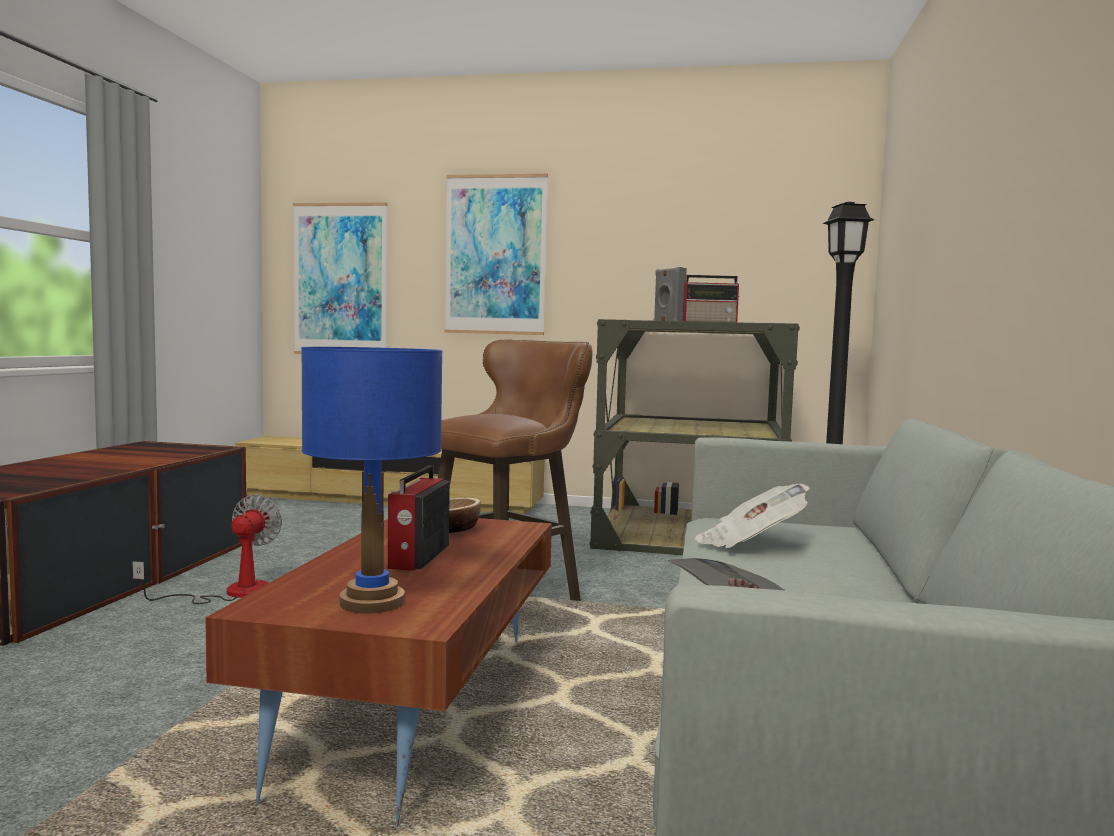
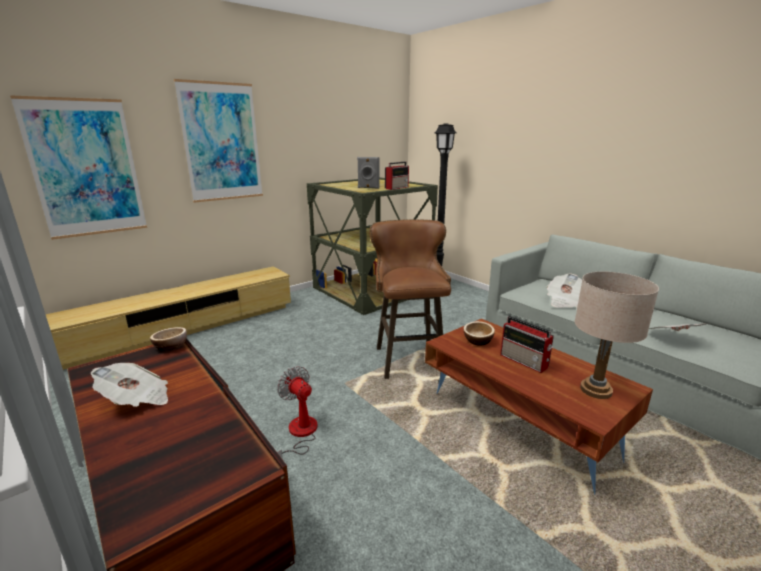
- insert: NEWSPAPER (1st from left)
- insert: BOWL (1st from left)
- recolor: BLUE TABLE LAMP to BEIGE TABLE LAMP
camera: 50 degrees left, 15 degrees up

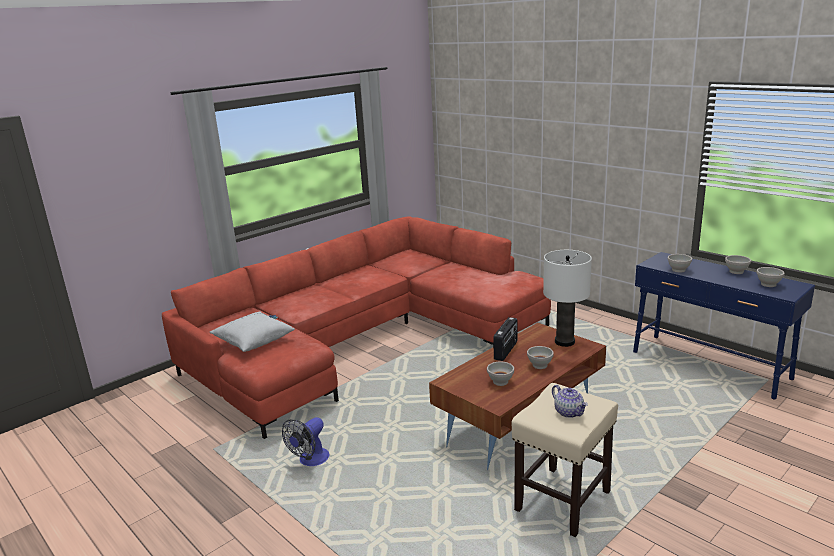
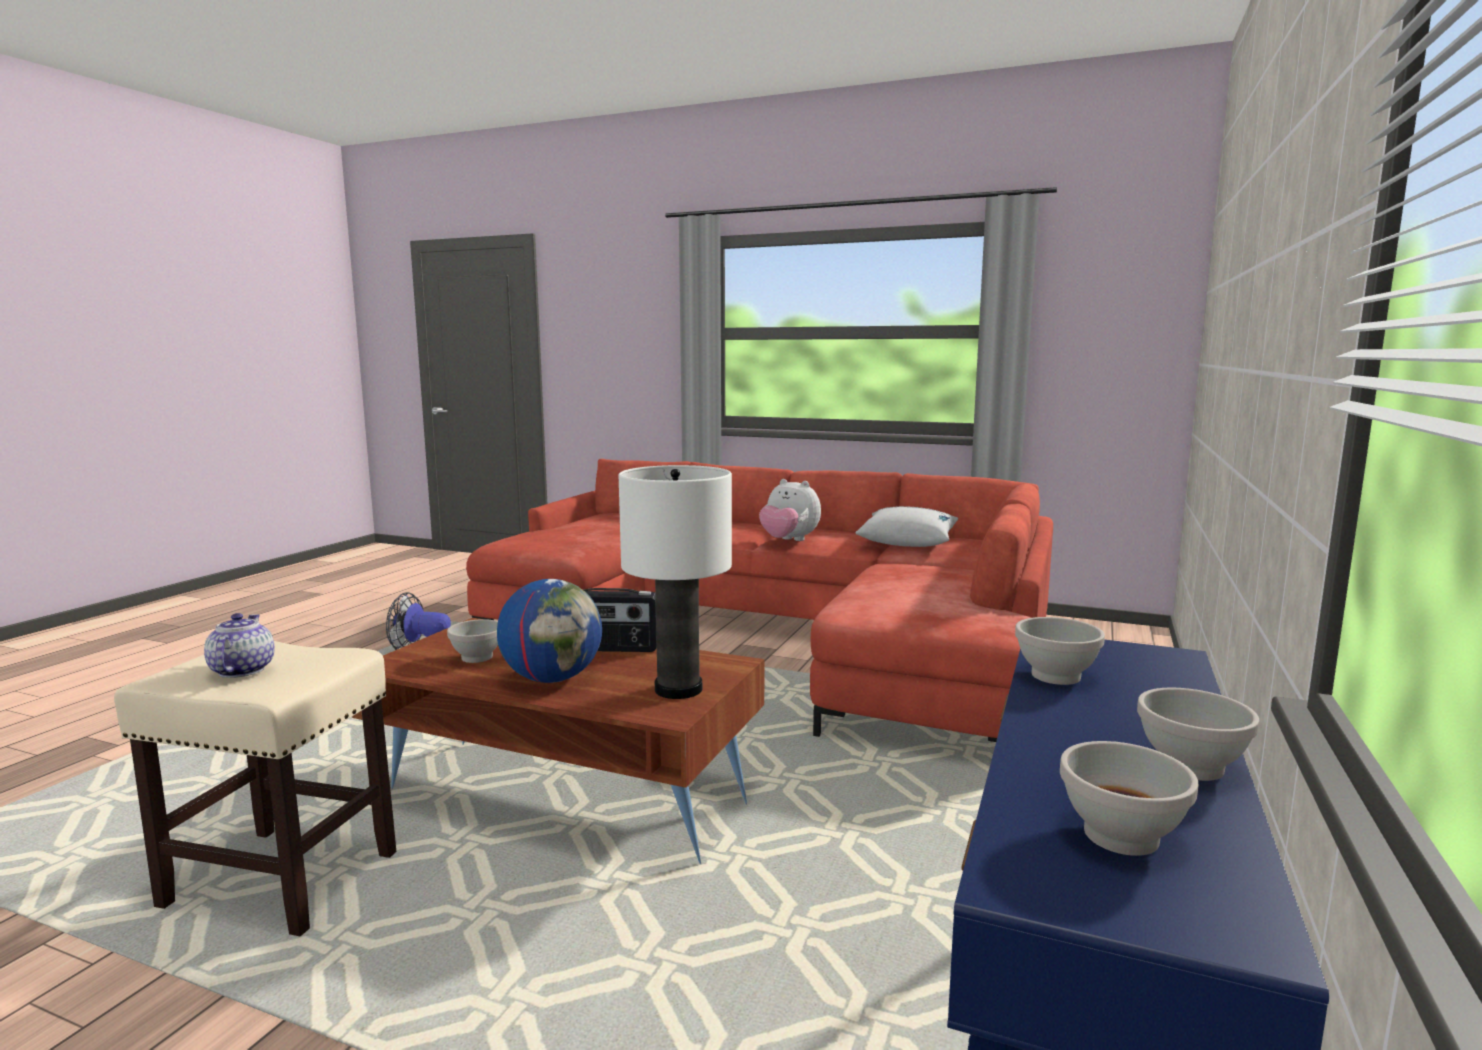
- insert: PLUSH TOY
- move: GREY PILLOW
- replace: WHITE BOWL (2nd from left) to GLOBE
- rotate: TEAPOT 135 degrees clockwise
camera: 65 degrees right, 10 degrees down

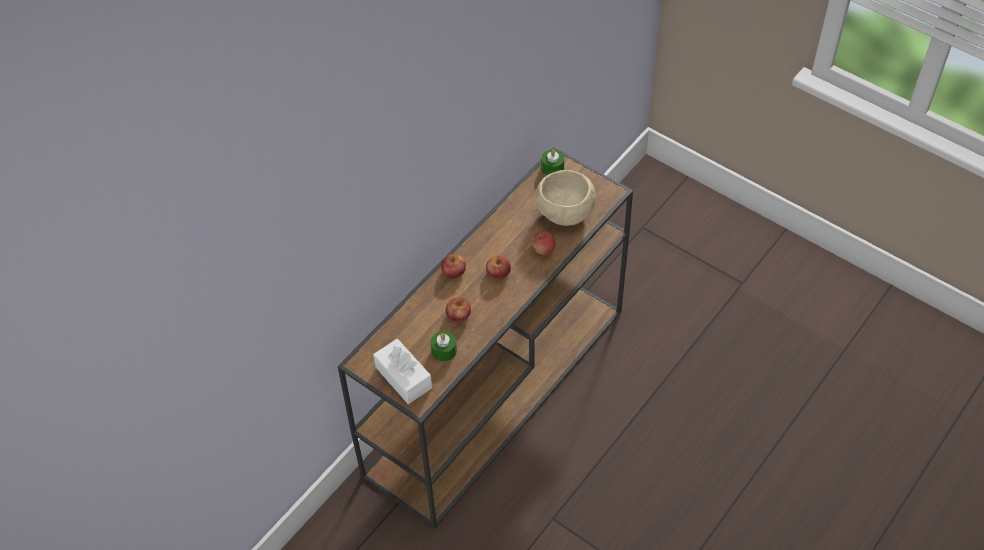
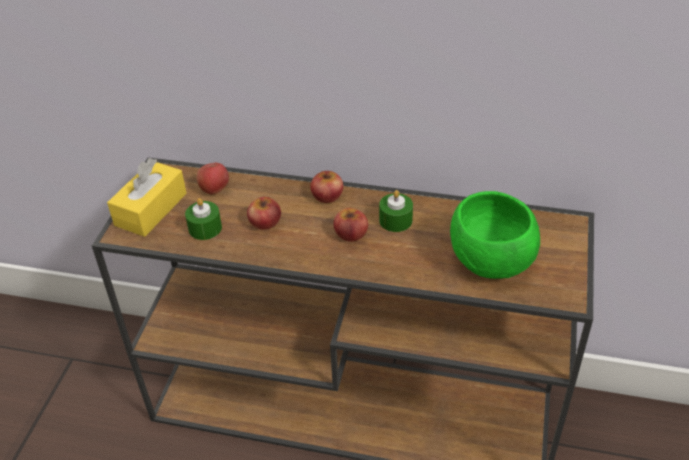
- move: APPLE (4th from left in the first image) to APPLE (1st from left)
- move: GREEN CANDLE (2nd from left)
- recolor: WHITE TISSUE BOX to YELLOW TISSUE BOX
- recolor: BEIGE BOWL to GREEN BOWL
camera: 65 degrees right, 10 degrees down

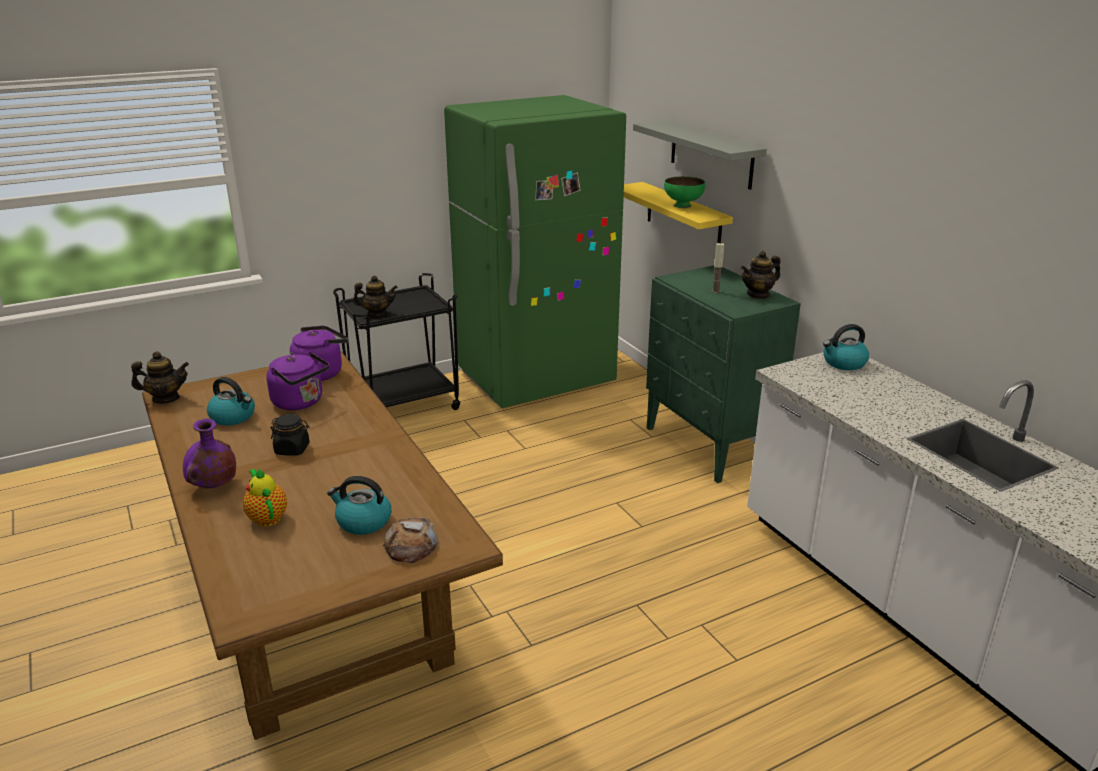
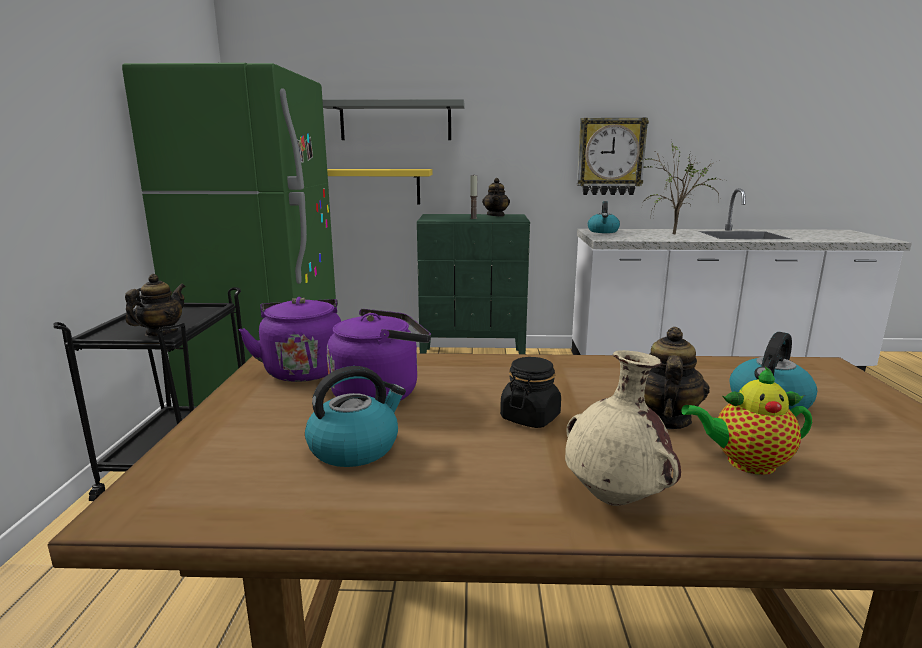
- delete: BREAD
- delete: GREEN BOWL
- insert: WALL CLOCK
- insert: POTTED PLANT
- move: TEAPOT (1st from left in the first image) to TEAPOT (3rd from left)
- recolor: PURPLE VASE to BEIGE VASE
camera: 60 degrees left, 10 degrees down

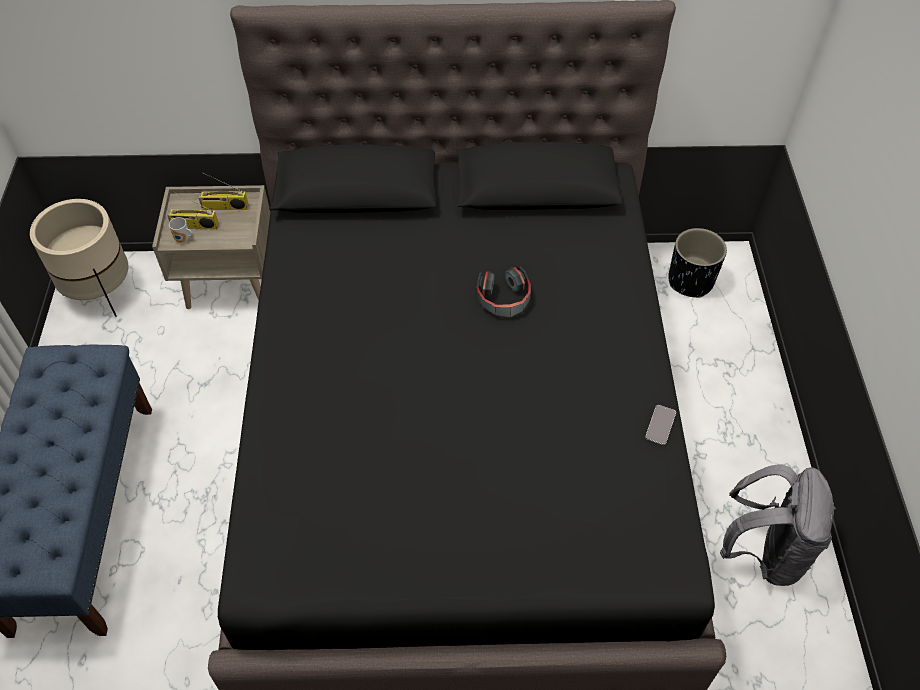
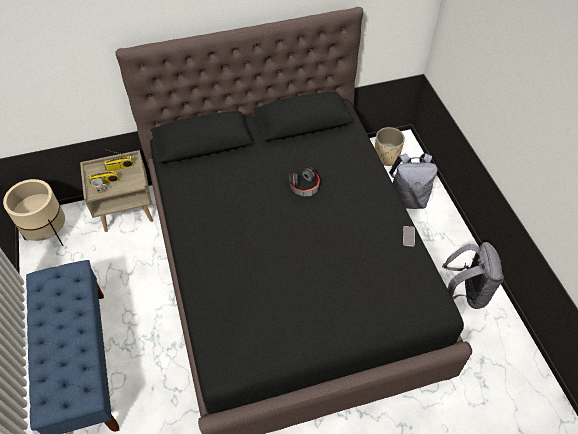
- insert: GREY BACKPACK (1st from left)
- recolor: BLACK PLANTER to BEIGE PLANTER (2nd from left)
camera: 15 degrees left, 0 degrees up

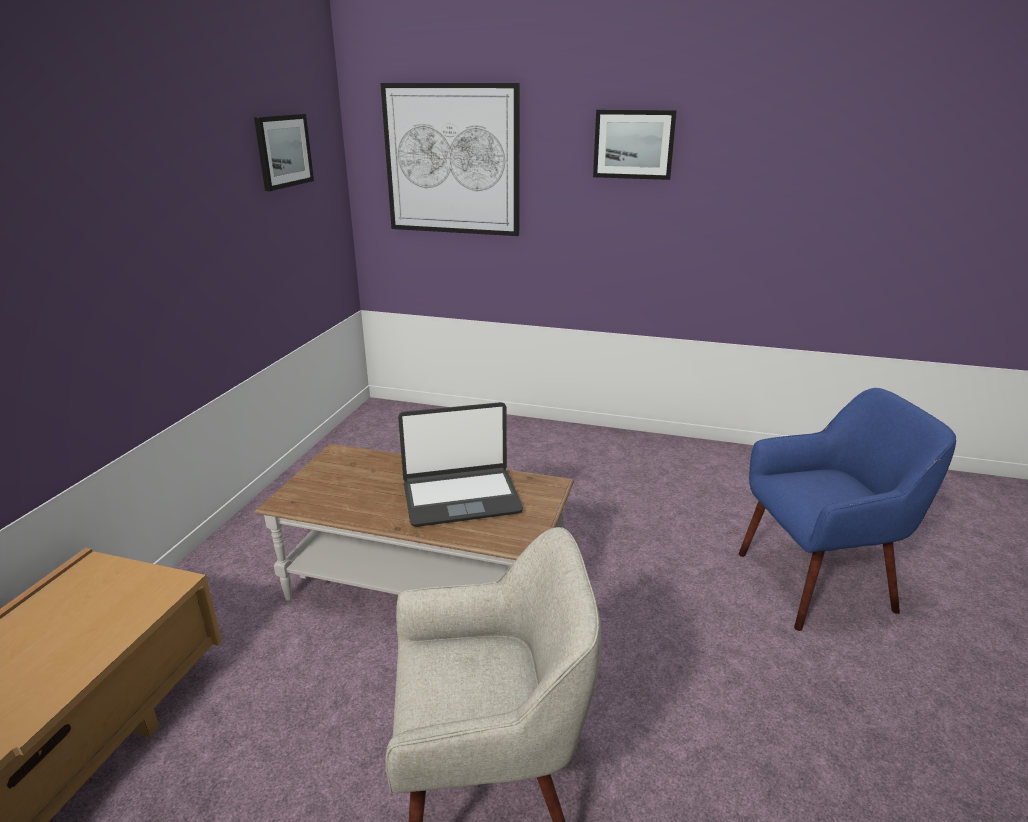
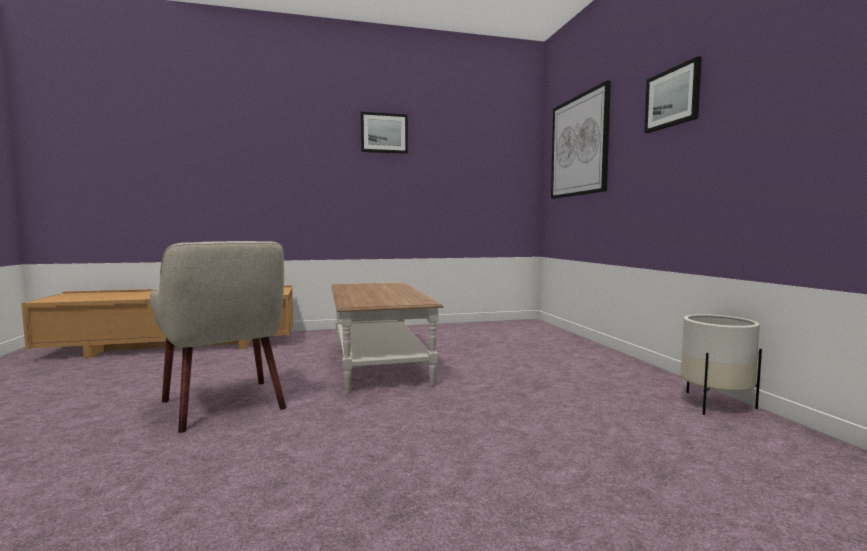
- delete: LAPTOP
- delete: BLUE ARMCHAIR
- insert: WHITE PLANTER
- move: PICTURE (1st from left)
camera: 60 degrees right, 20 degrees down

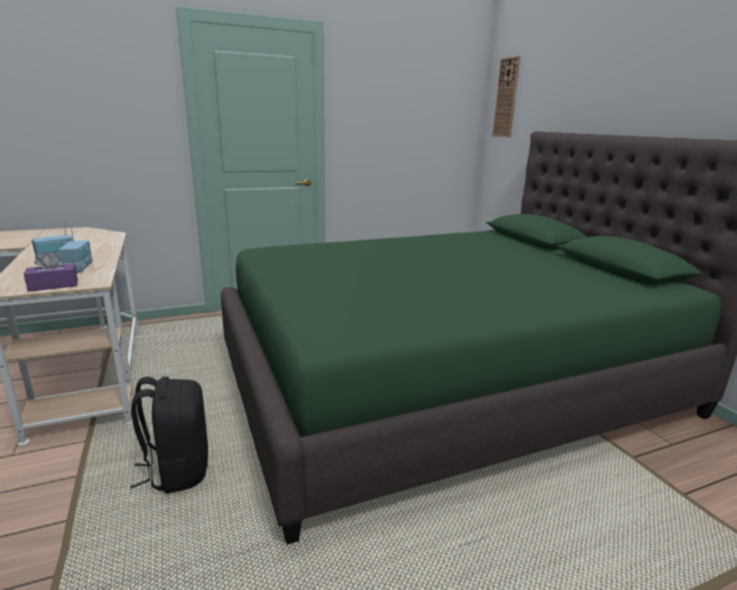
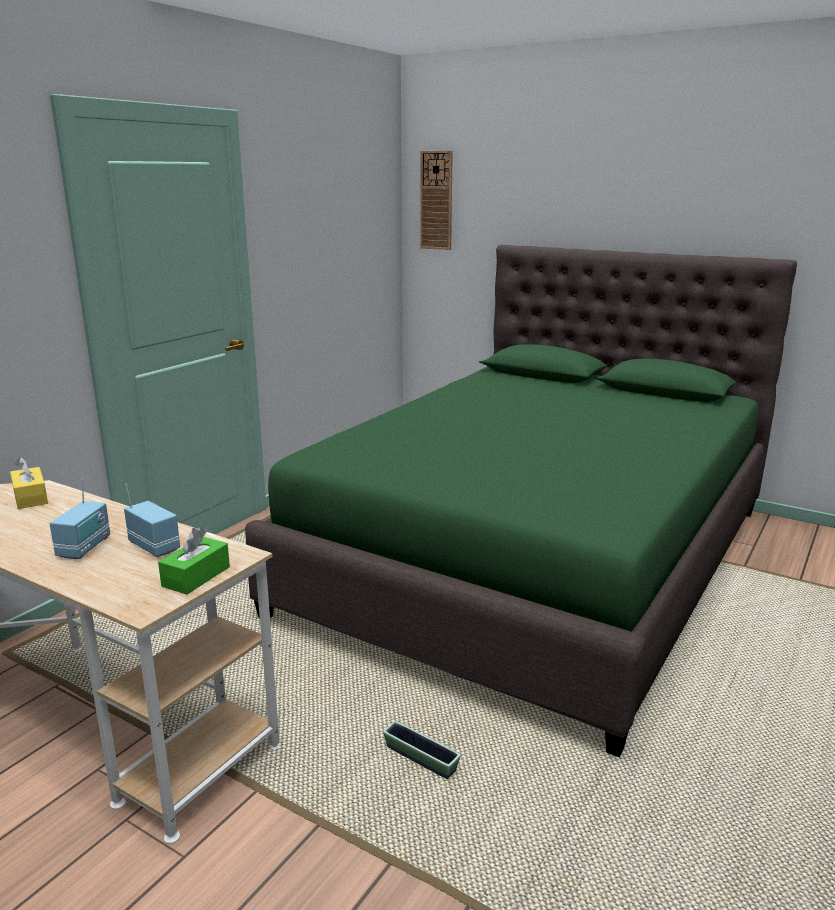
- insert: YELLOW TISSUE BOX
- replace: BLACK BACKPACK to PLANTER
- recolor: PURPLE TISSUE BOX to GREEN TISSUE BOX
camera: 35 degrees left, 0 degrees up

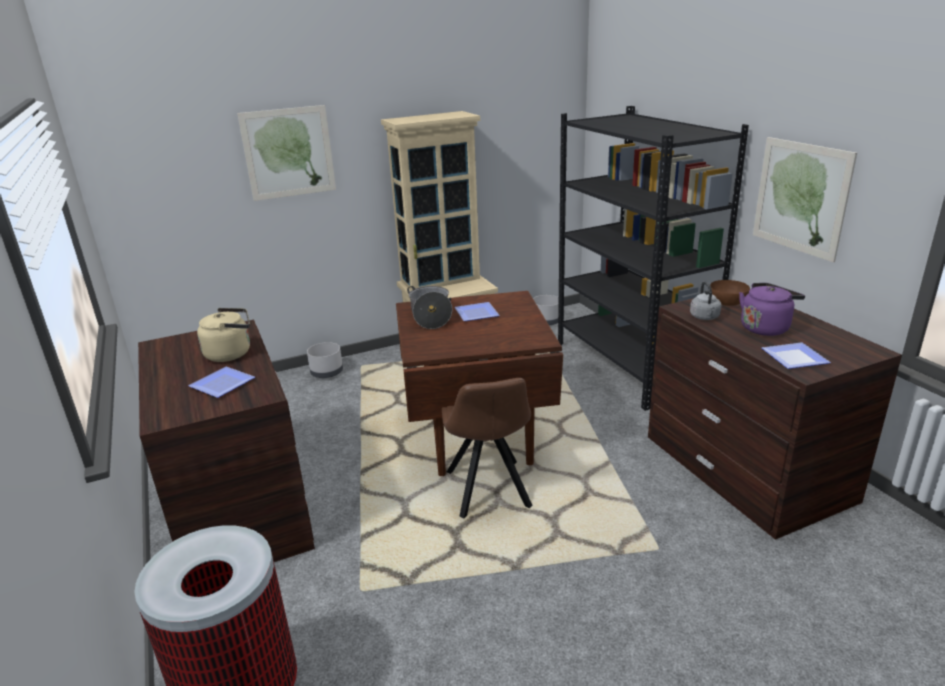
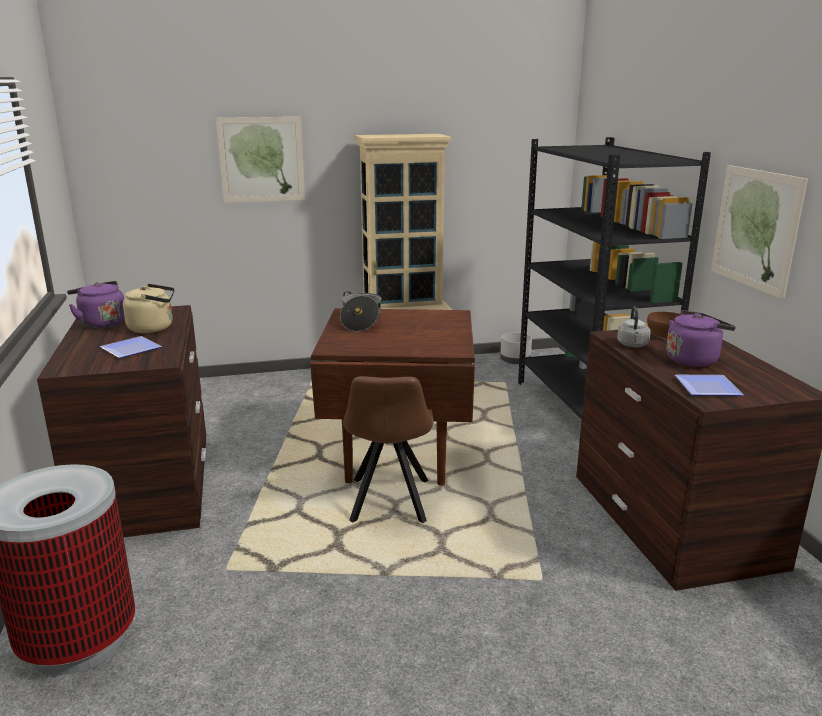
- delete: GREY PLANTER (1st from left)
- delete: PLATE (2nd from left)
- insert: PURPLE KETTLE (1st from left)
camera: 10 degrees right, 5 degrees down

